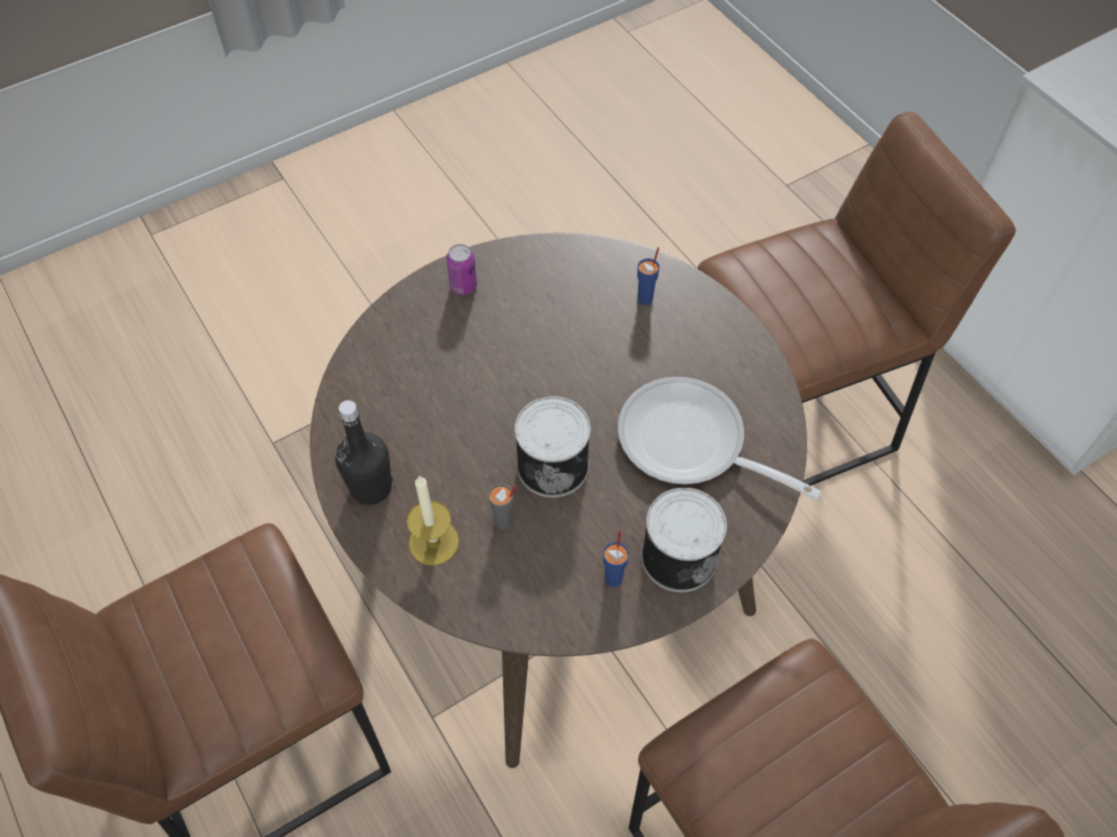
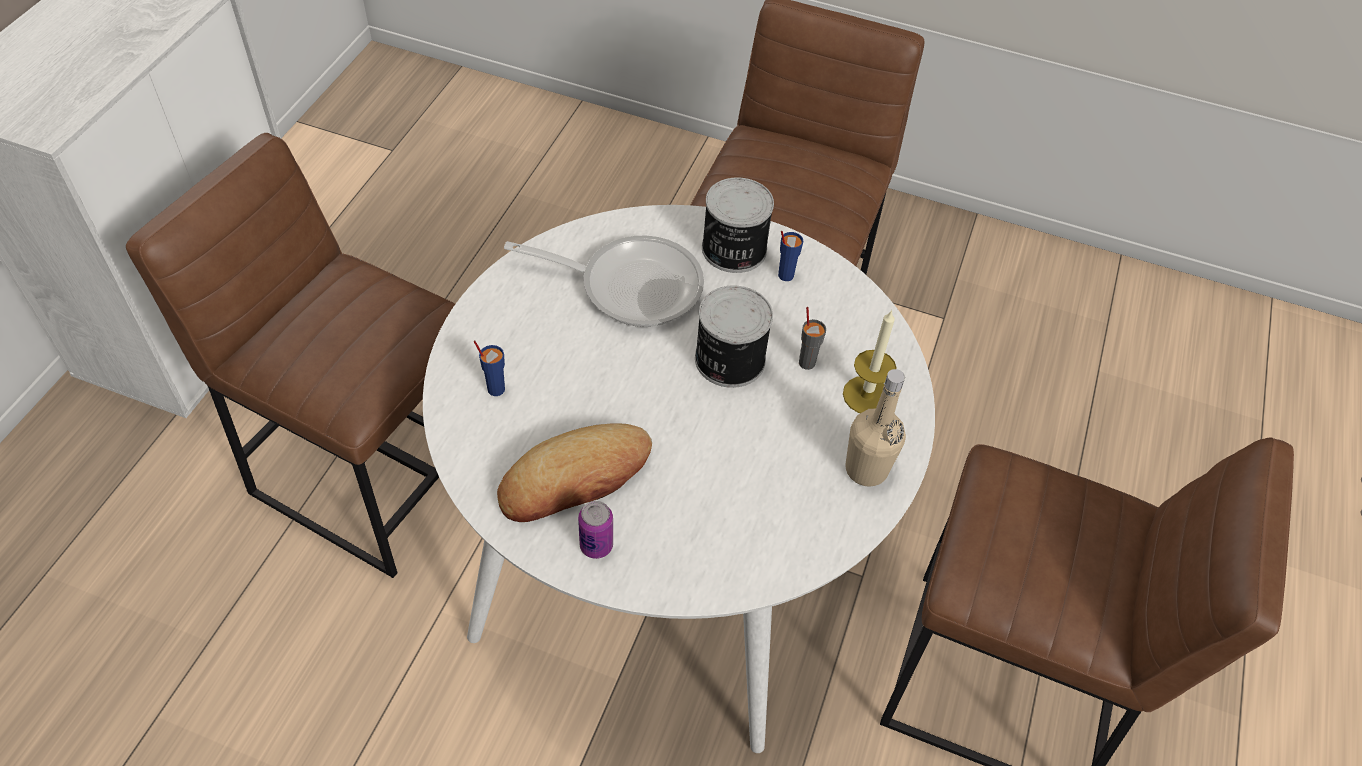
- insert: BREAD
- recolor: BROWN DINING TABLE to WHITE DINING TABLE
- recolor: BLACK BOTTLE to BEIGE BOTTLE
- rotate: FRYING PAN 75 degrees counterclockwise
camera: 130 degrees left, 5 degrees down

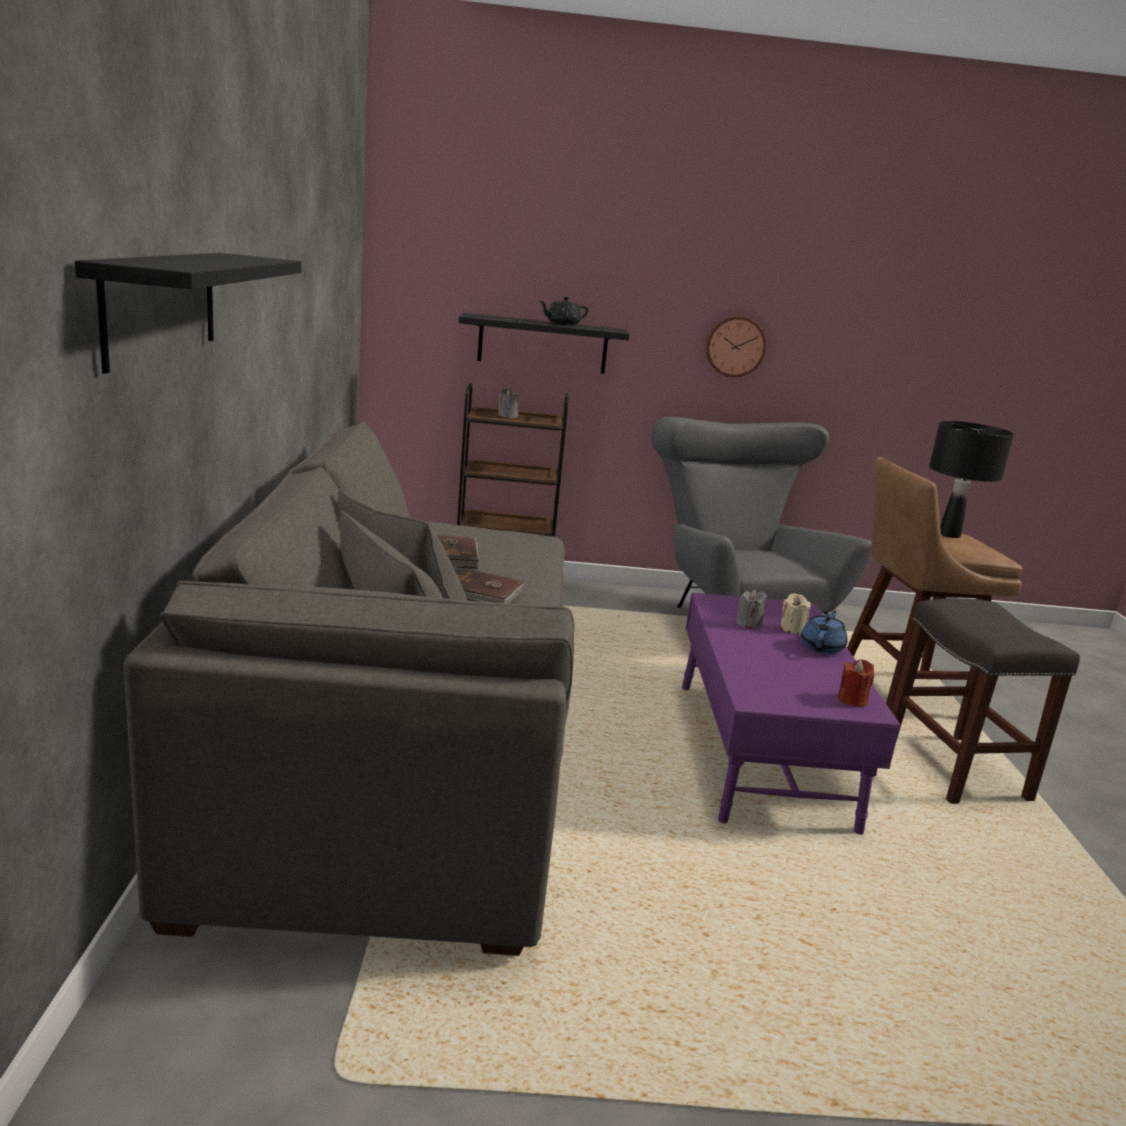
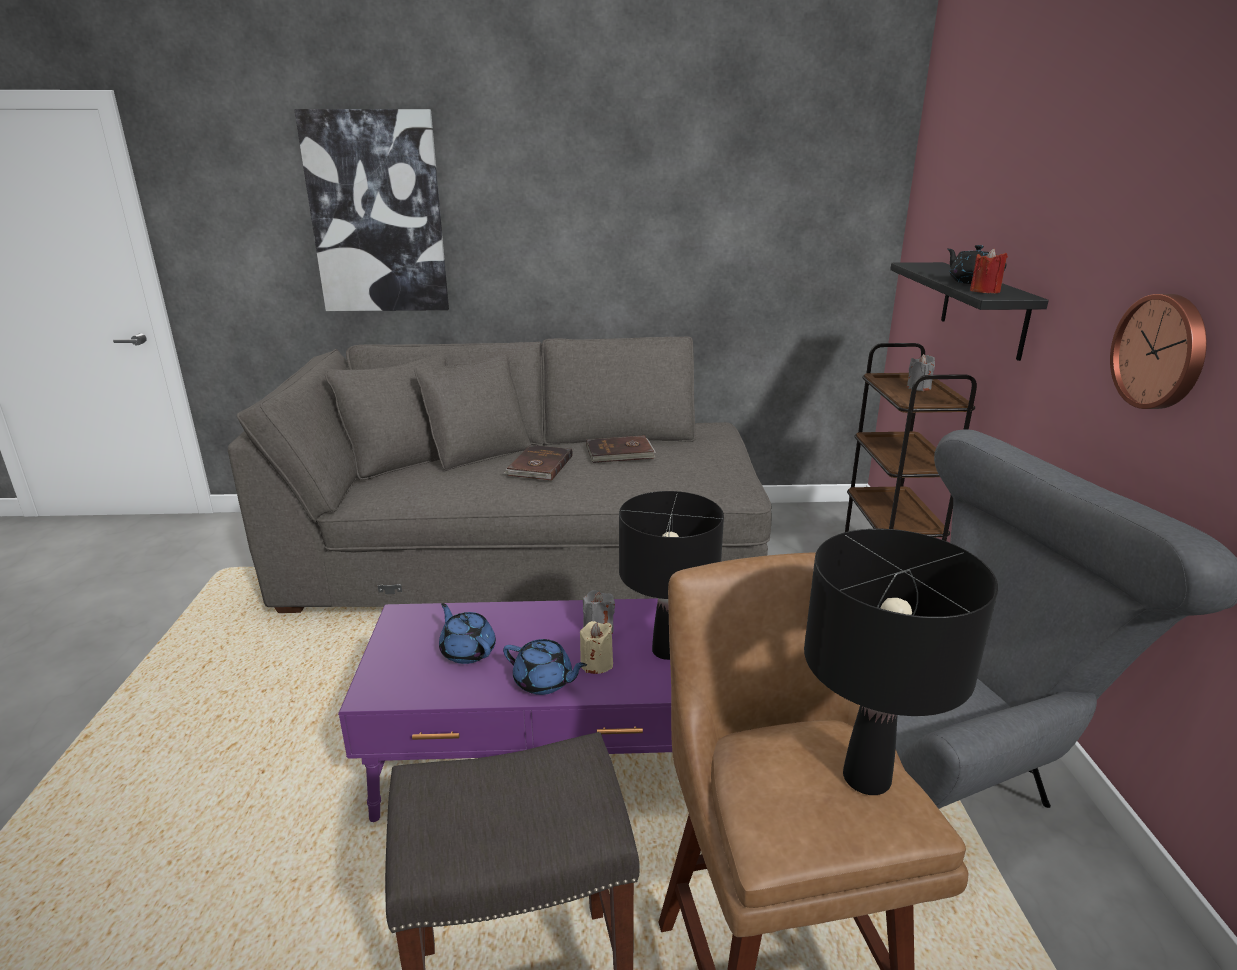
- insert: BLUE TEAPOT (1st from left)
- insert: BLACK TABLE LAMP (1st from left)
- move: RED CANDLE
- replace: BLACK SHELF (1st from left) to PICTURE
camera: 90 degrees right, 5 degrees up

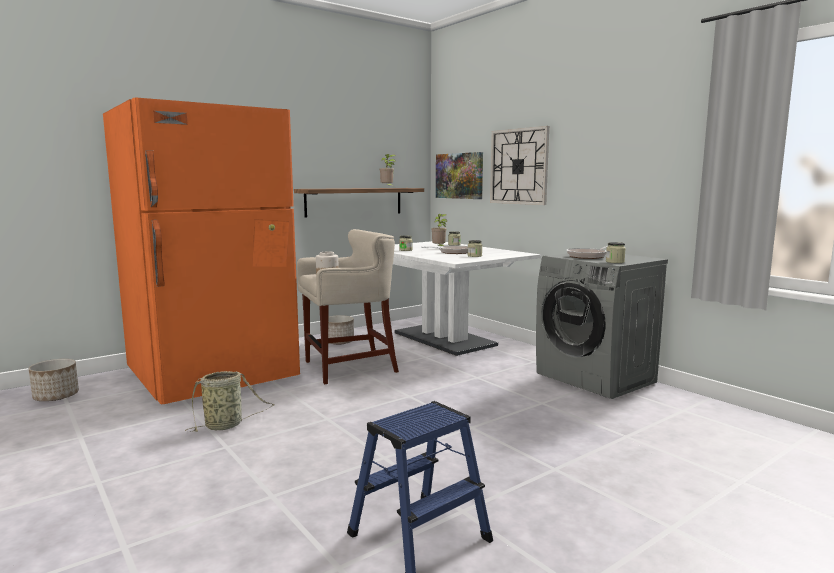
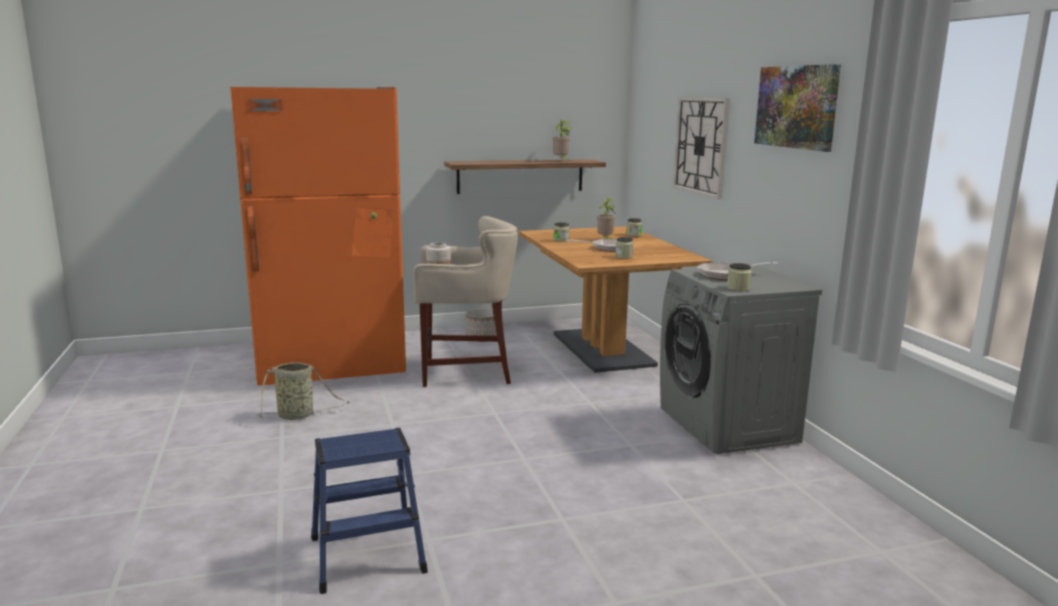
- delete: PLANTER (1st from left)
- move: PICTURE
- recolor: WHITE DINING TABLE to BROWN DINING TABLE
camera: 20 degrees right, 5 degrees up

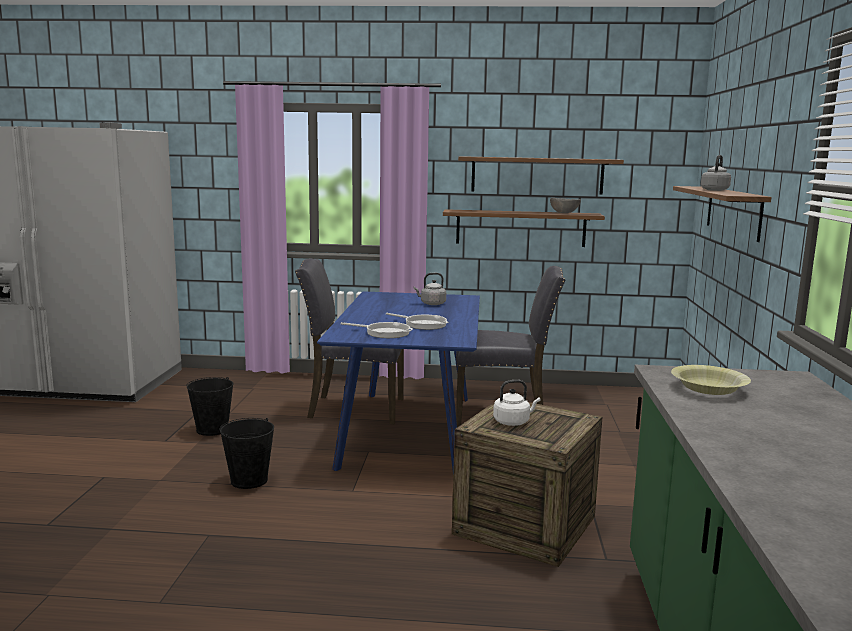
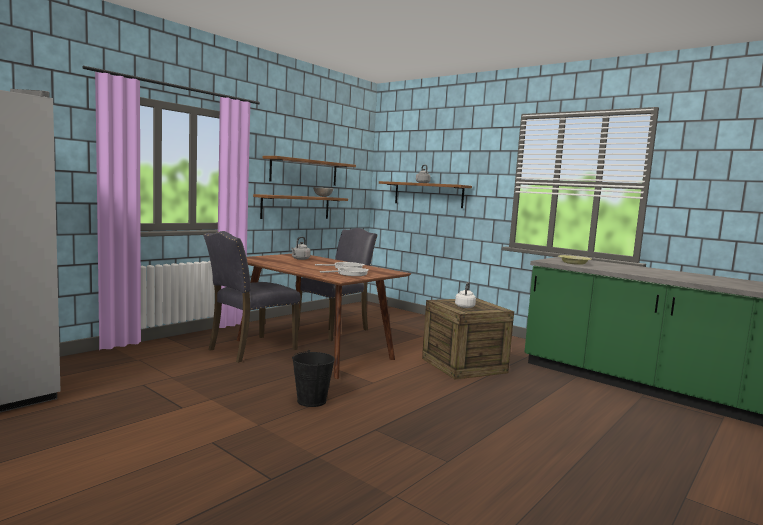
- delete: BLACK BUCKET (1st from left)
- recolor: BLUE DINING TABLE to BROWN DINING TABLE
camera: 55 degrees left, 5 degrees down

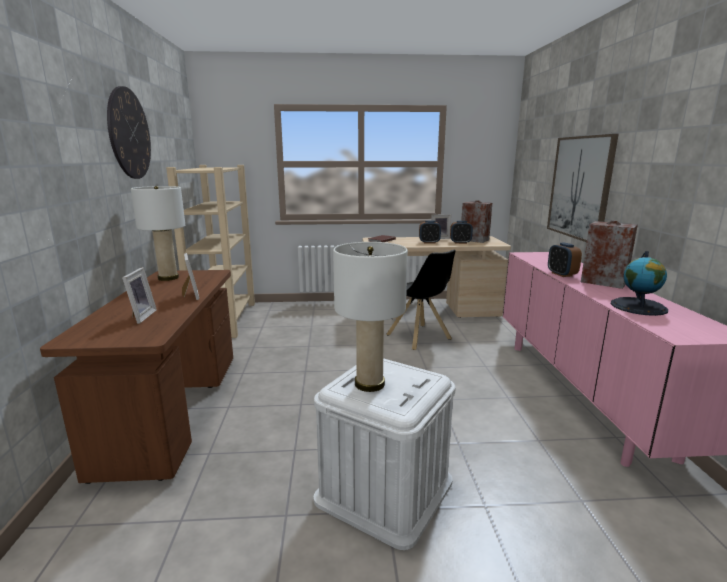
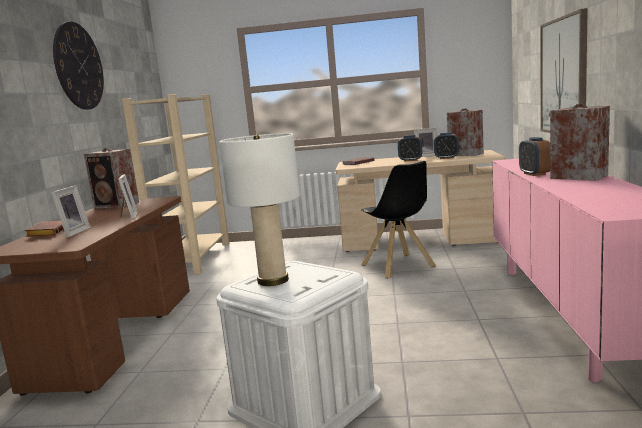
- delete: GLOBE
- insert: BROWN BOOK (1st from left)
- replace: WHITE TABLE LAMP (1st from left) to SPEAKER (1st from left)
camera: 10 degrees right, 5 degrees down

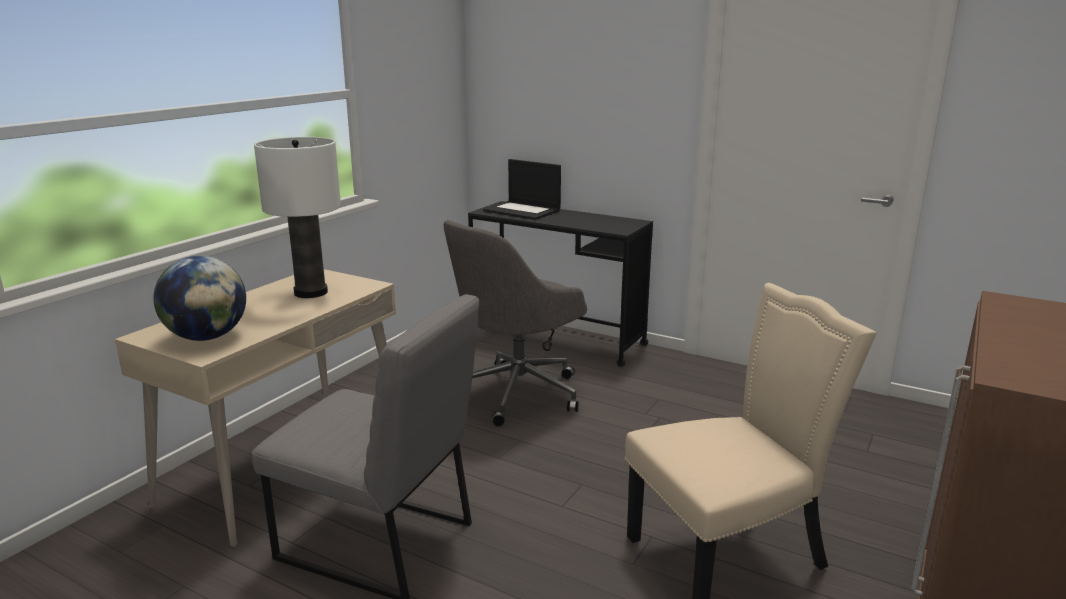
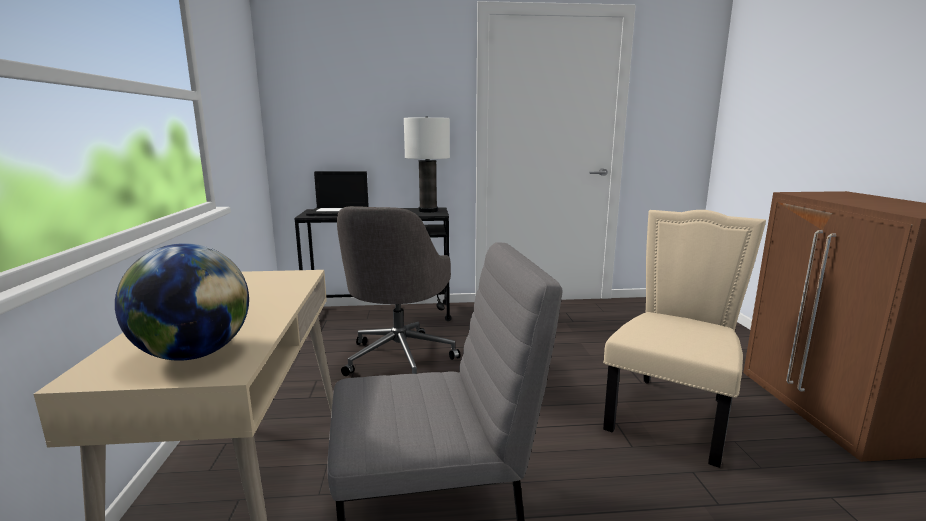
- move: WHITE TABLE LAMP
camera: 35 degrees left, 5 degrees down

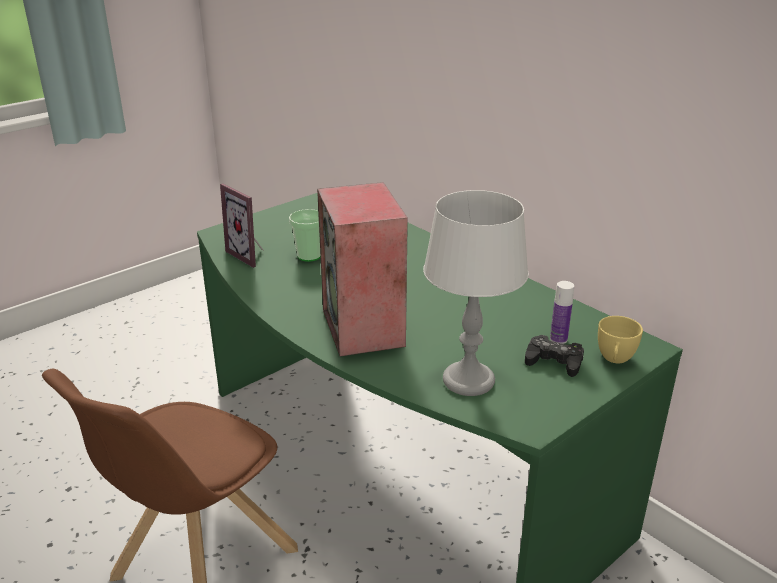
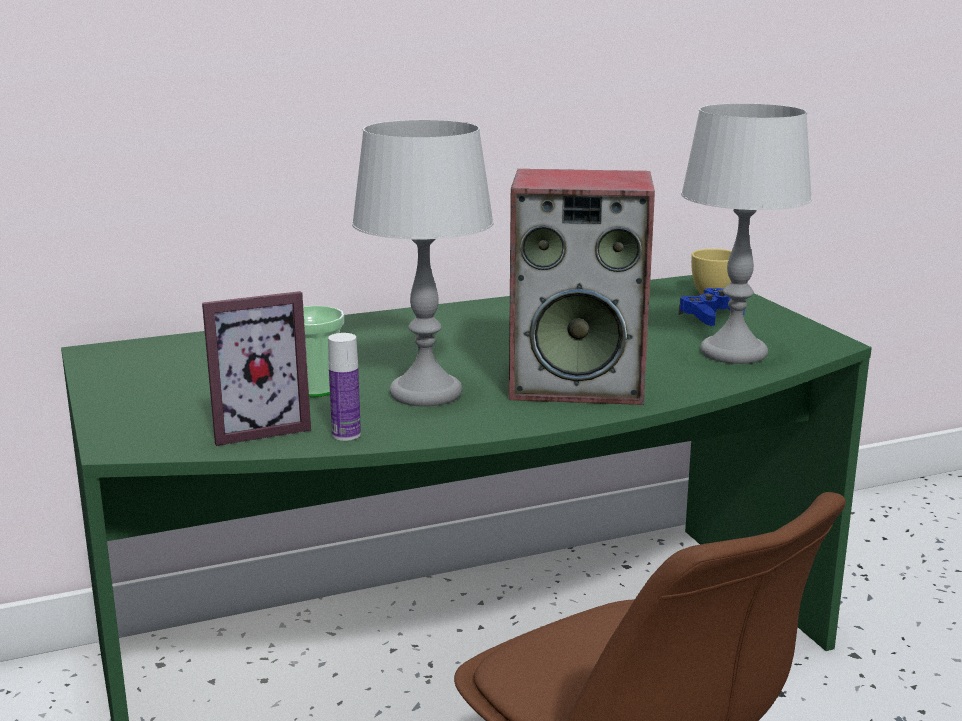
- insert: GREY TABLE LAMP (1st from left)
- move: BOTTLE
- recolor: BLACK GAME CONTROLLER to BLUE GAME CONTROLLER
camera: 70 degrees left, 10 degrees down

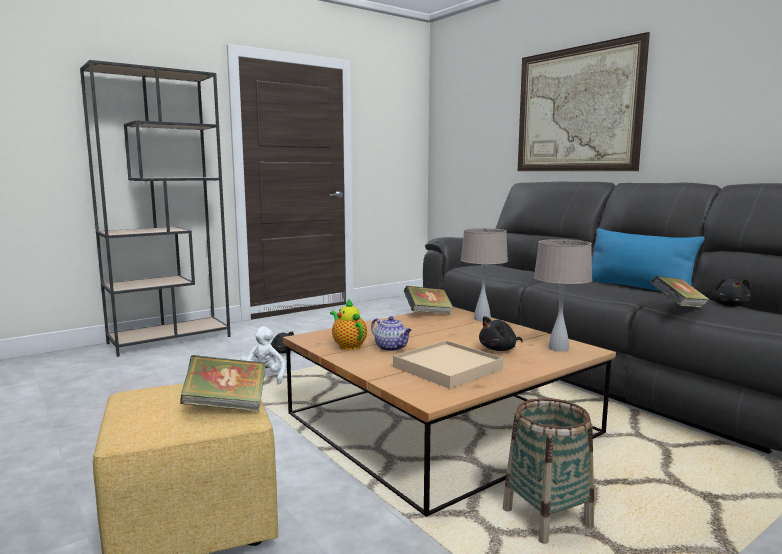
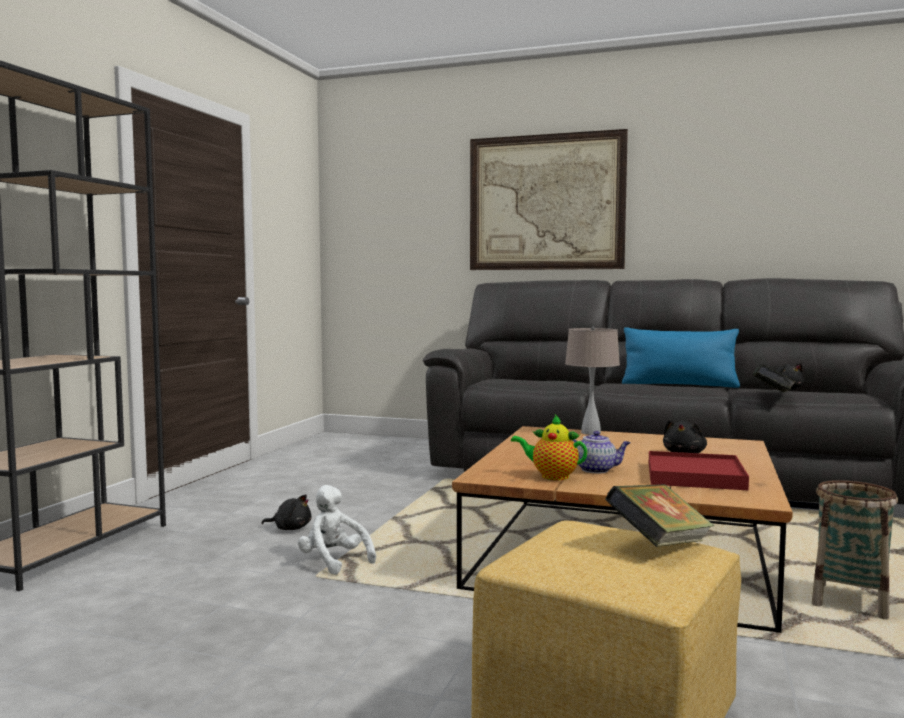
- delete: BOOK (2nd from left)
- delete: BEIGE TABLE LAMP (2nd from left)
- recolor: BEIGE TRAY to RED TRAY
camera: 35 degrees left, 5 degrees down

